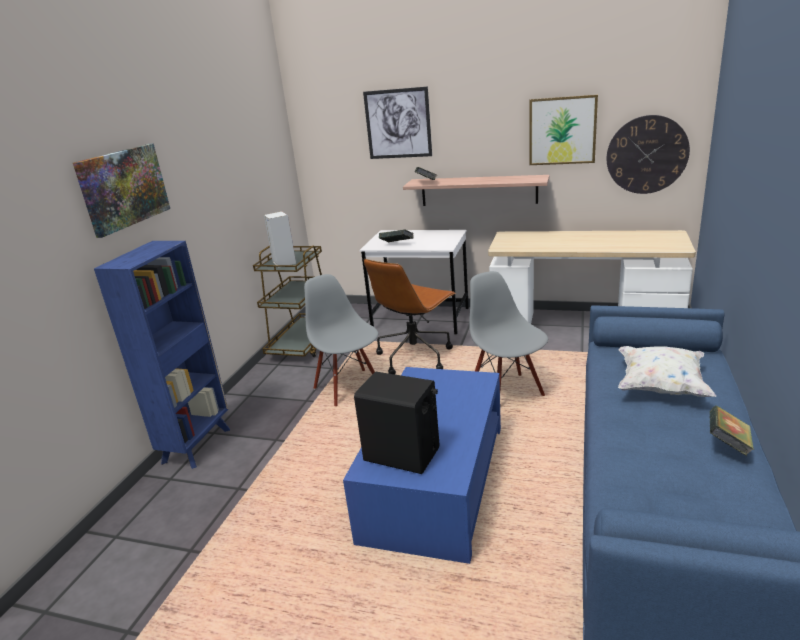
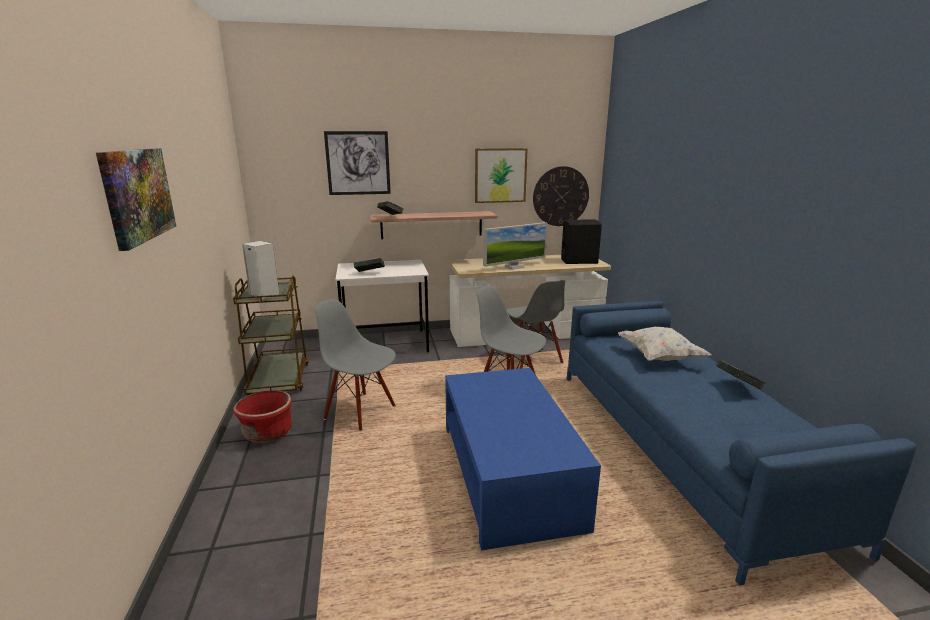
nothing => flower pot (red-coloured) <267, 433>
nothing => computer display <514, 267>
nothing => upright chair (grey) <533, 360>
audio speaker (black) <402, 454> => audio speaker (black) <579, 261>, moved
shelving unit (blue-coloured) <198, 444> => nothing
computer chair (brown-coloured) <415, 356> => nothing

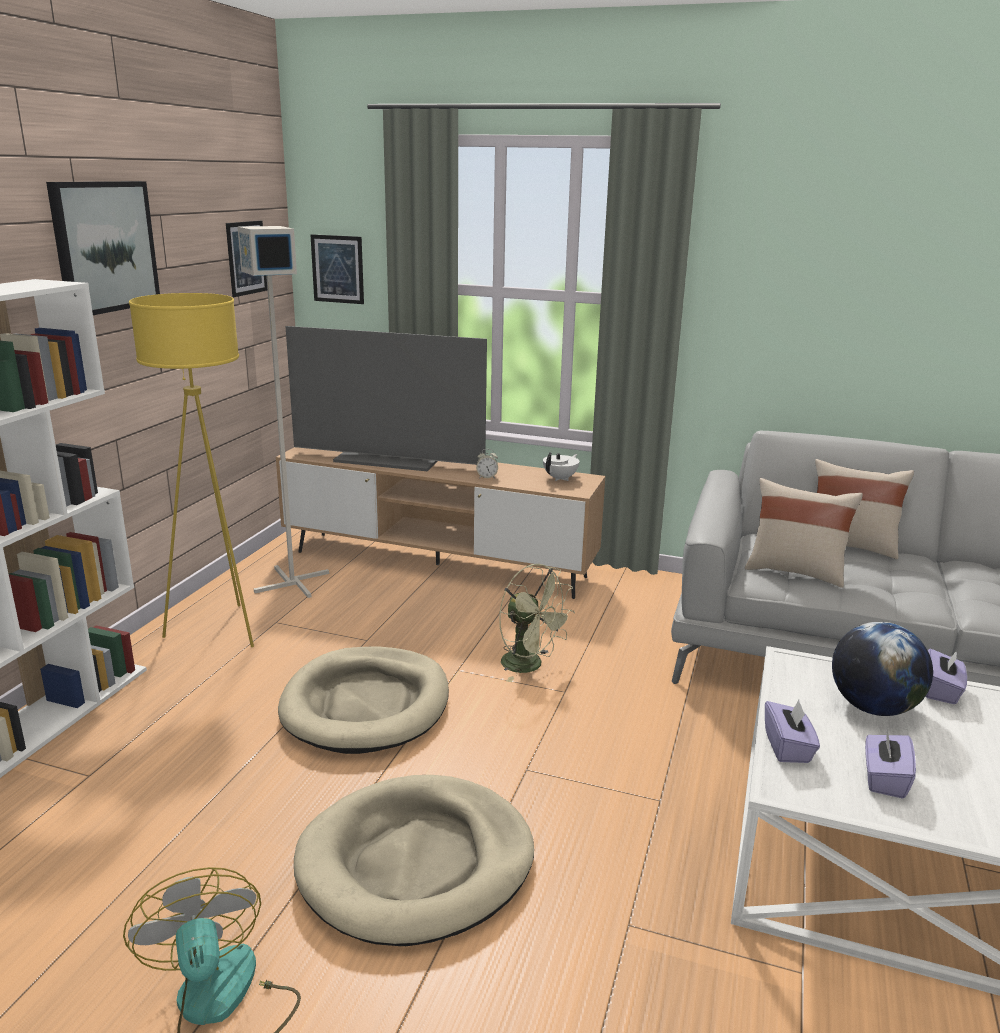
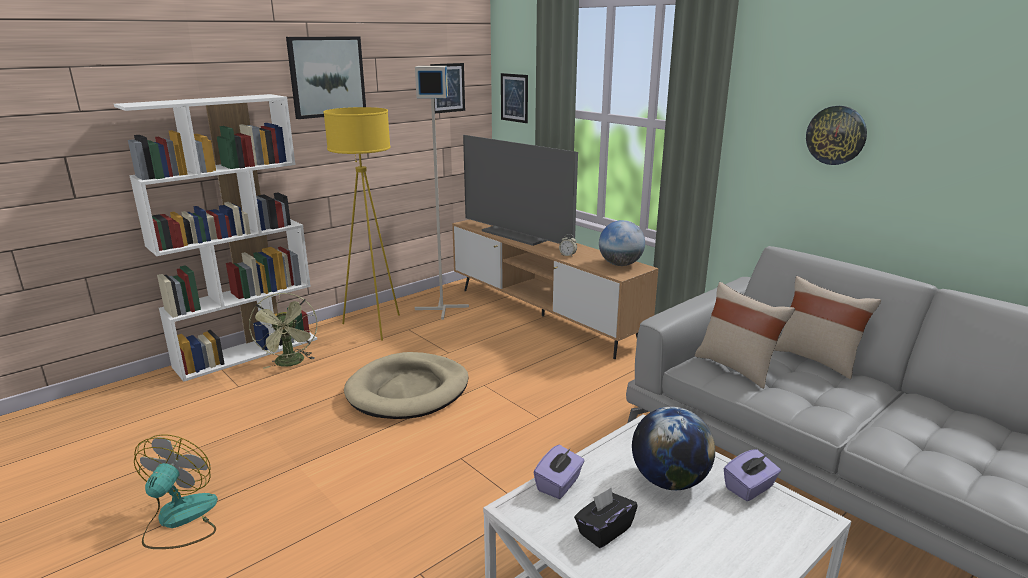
electric fan (greenish) <530, 666> => electric fan (greenish) <291, 363>, moved
tissue holder (purple-coloured) <884, 779> => tissue holder (black) <604, 531>
teapot (white) <561, 478> => globe <620, 264>
nothing => hanging clock <836, 135>
pet bed (beige) <416, 863> => nothing

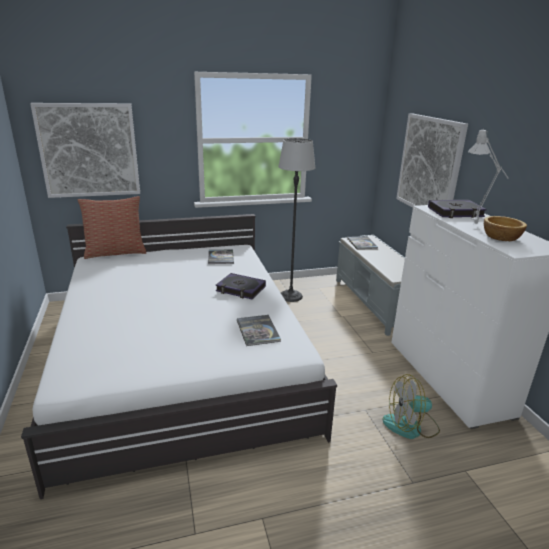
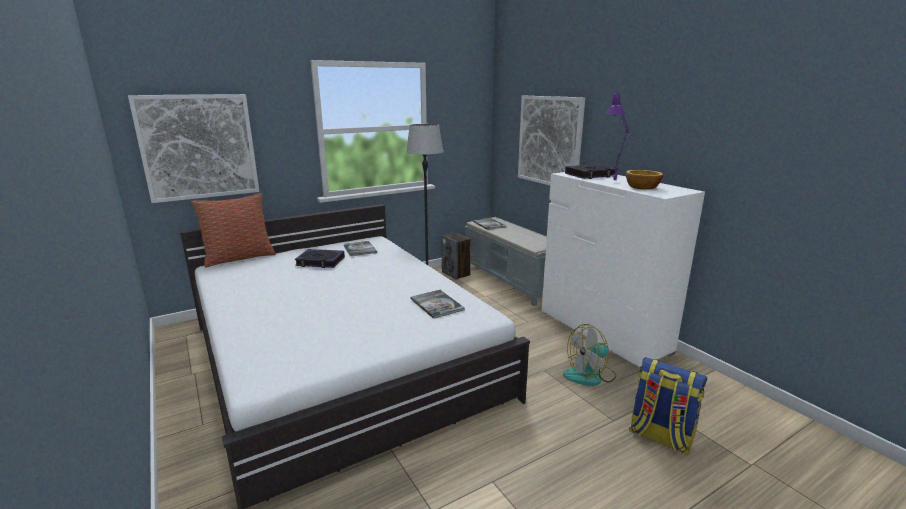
volume <240, 289> => volume <320, 262>, moved
nothing => audio speaker <456, 274>
lamp for a table (grey) <478, 224> => lamp for a table (purple-coloured) <616, 180>
nothing => backpack <660, 437>

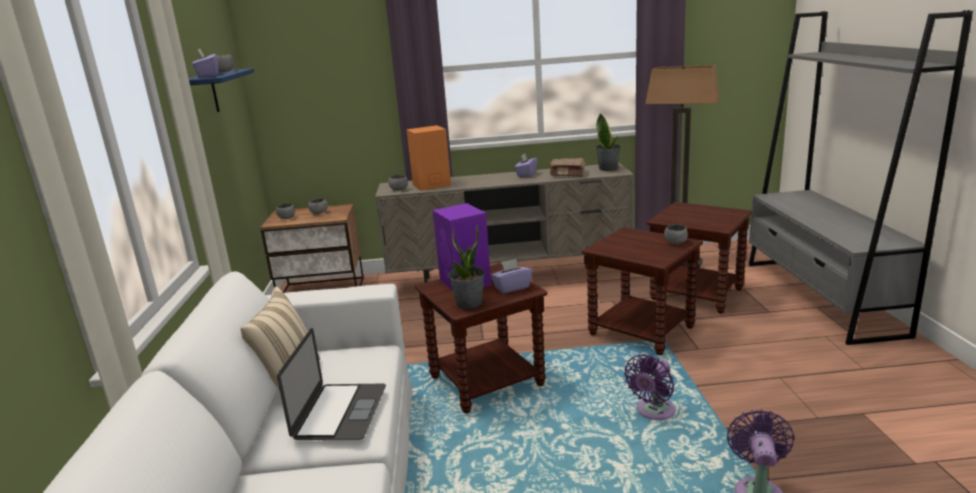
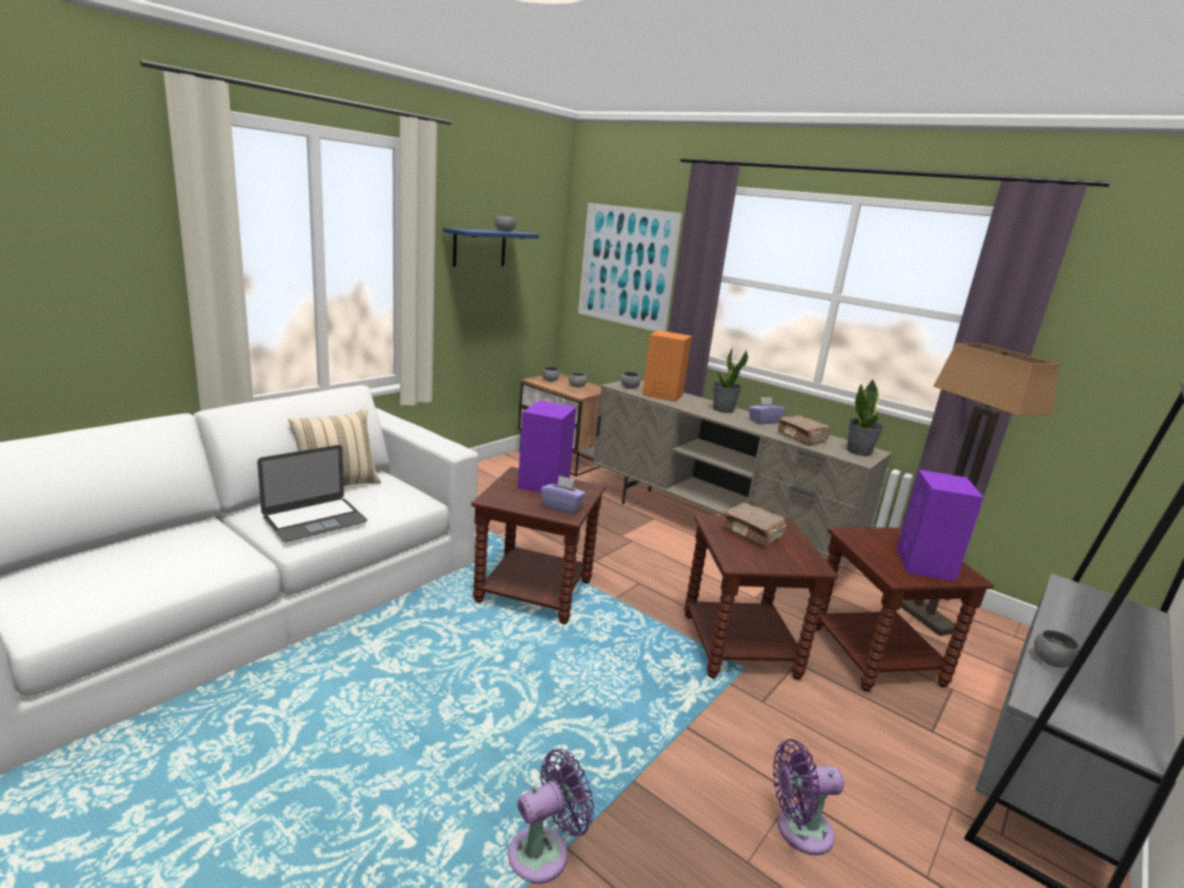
nothing => wall picture <626, 267>
plant in a pot <469, 303> => plant in a pot <723, 410>, moved
nothing => volume (brown-coloured) <752, 534>
electric fan (purple-coloured) <653, 412> => electric fan (purple-coloured) <798, 829>, moved
nothing => audio speaker (purple-coloured) <925, 565>
deep dish (grey) <675, 243> => deep dish (grey) <1050, 661>, moved
tissue holder (purple-coloured) <208, 76> => nothing

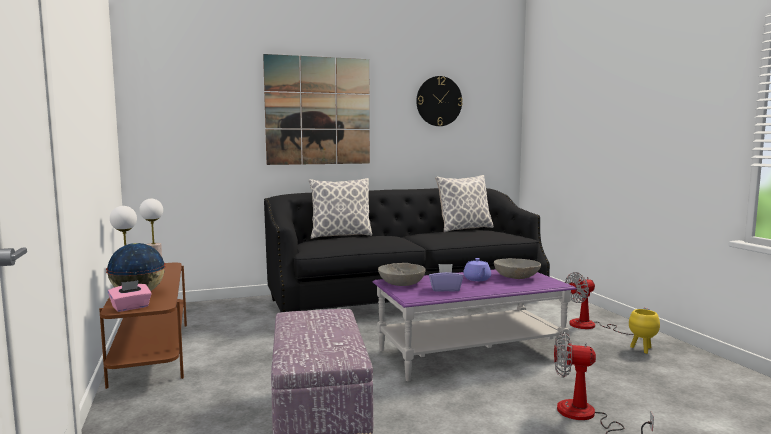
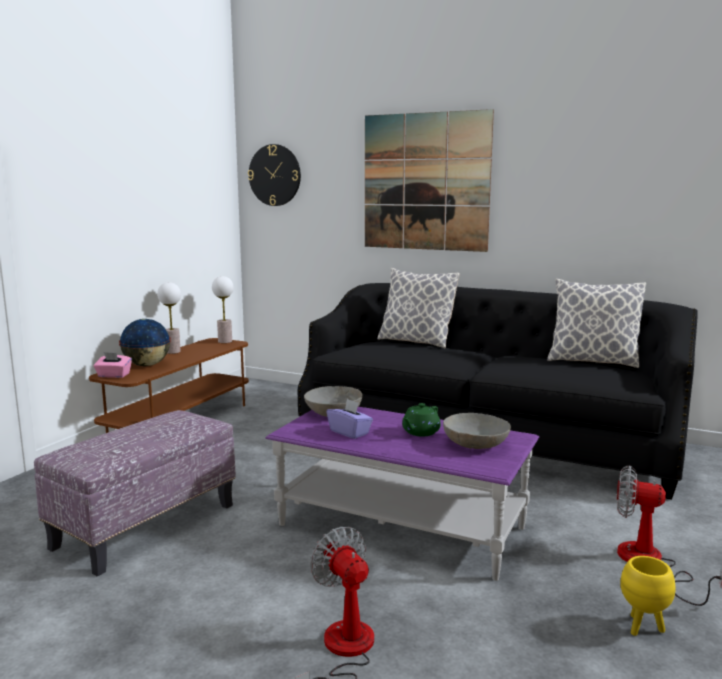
hanging clock <439, 101> => hanging clock <274, 175>, moved
teapot (purple-coloured) <477, 279> => teapot (greenish) <420, 432>

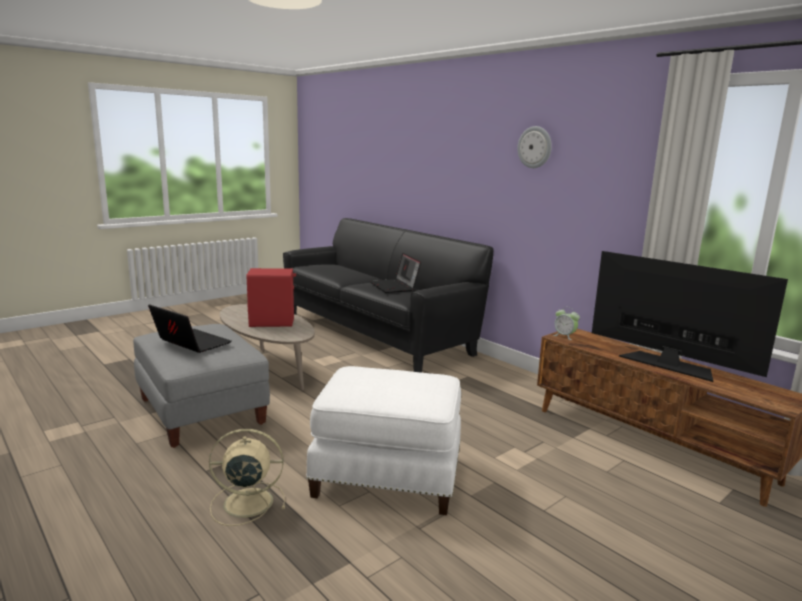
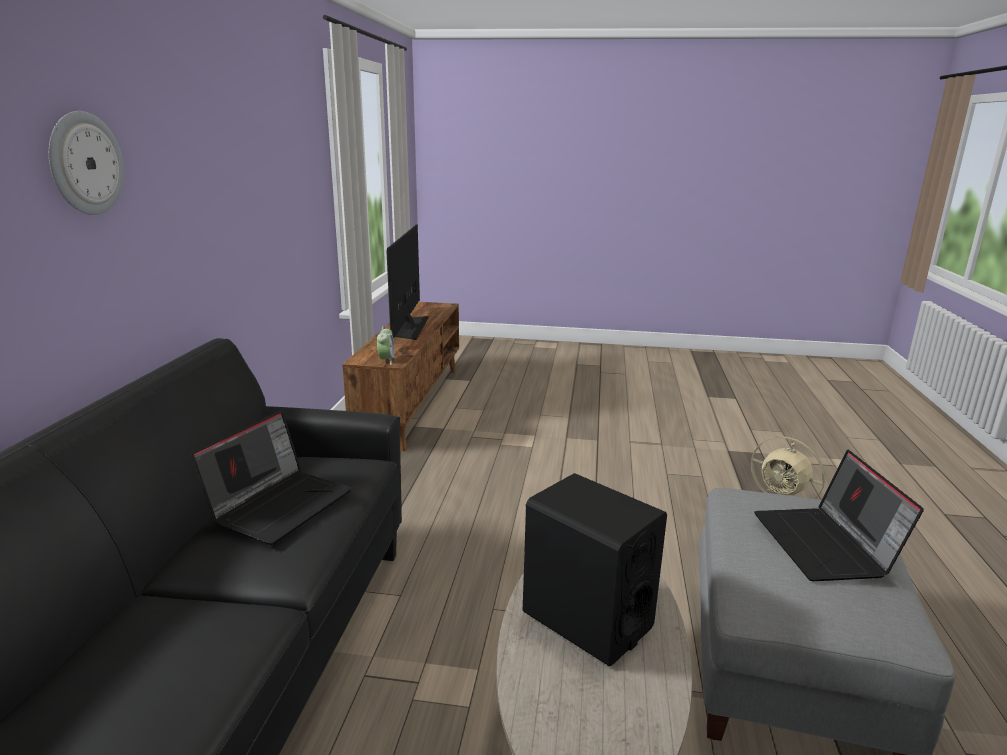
hanging clock <535, 147> => hanging clock <85, 163>, moved
audio speaker (red-coloured) <272, 322> => audio speaker (black) <586, 619>
pouffe (white) <388, 475> => nothing

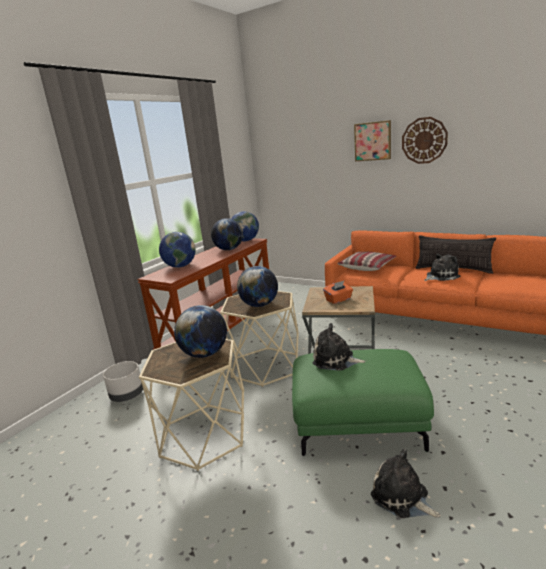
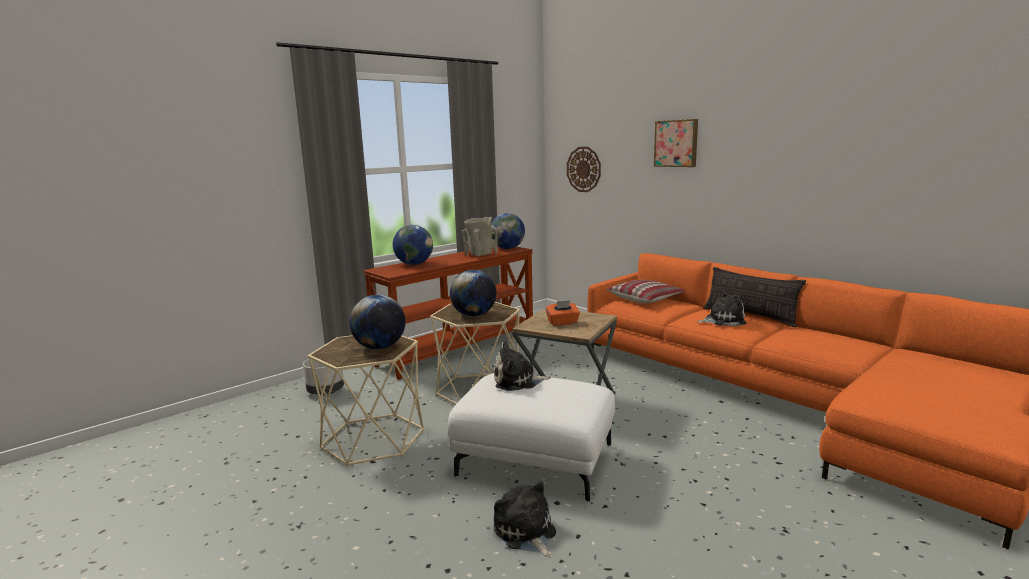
pouffe (greenish) <357, 424> => pouffe (white) <534, 461>
globe <229, 249> => flower vase (beige) <480, 255>
cuddly toy <336, 360> => cuddly toy <517, 381>, 45 degrees counterclockwise
hanging clock <424, 140> => hanging clock <583, 169>, moved

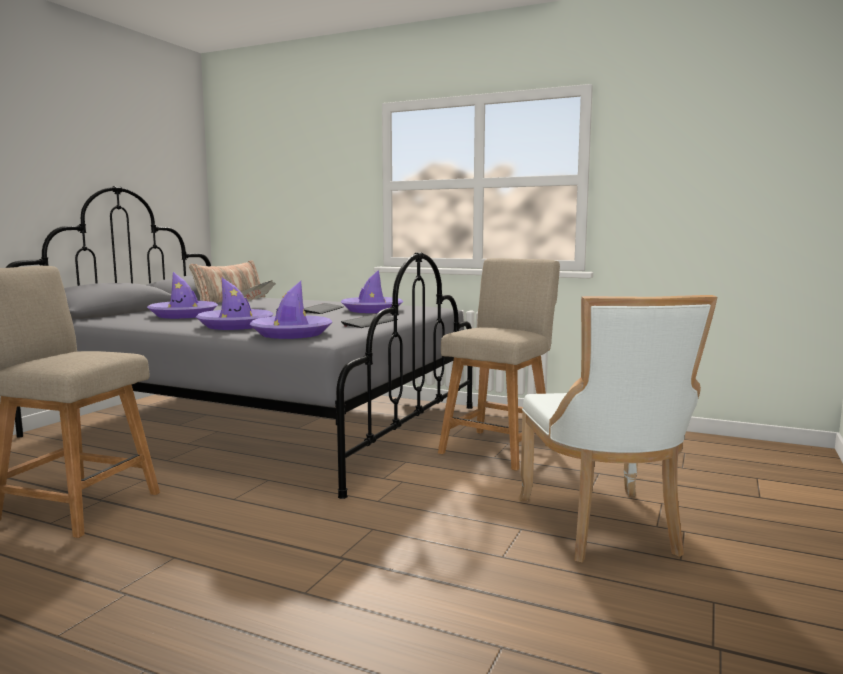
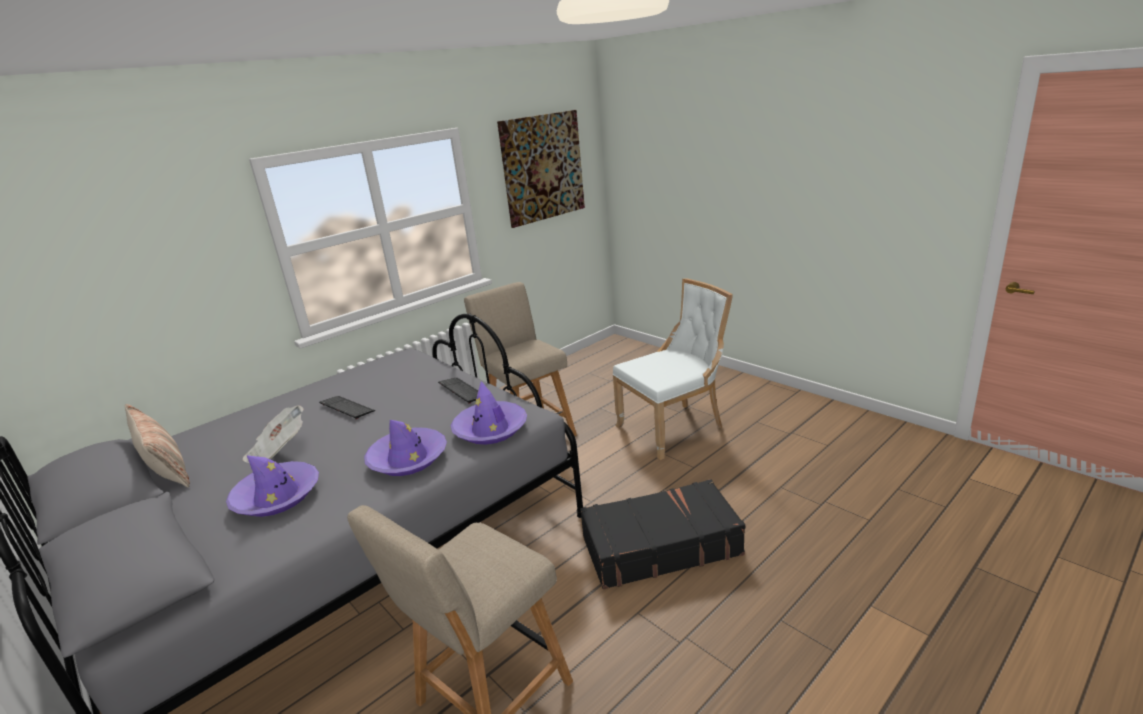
nothing => wall picture <542, 167>
nothing => suitcase (black) <660, 545>
upright chair (white) <603, 528> => upright chair (white) <674, 427>, 45 degrees counterclockwise
wearable hat (purple-coloured) <372, 310> => nothing

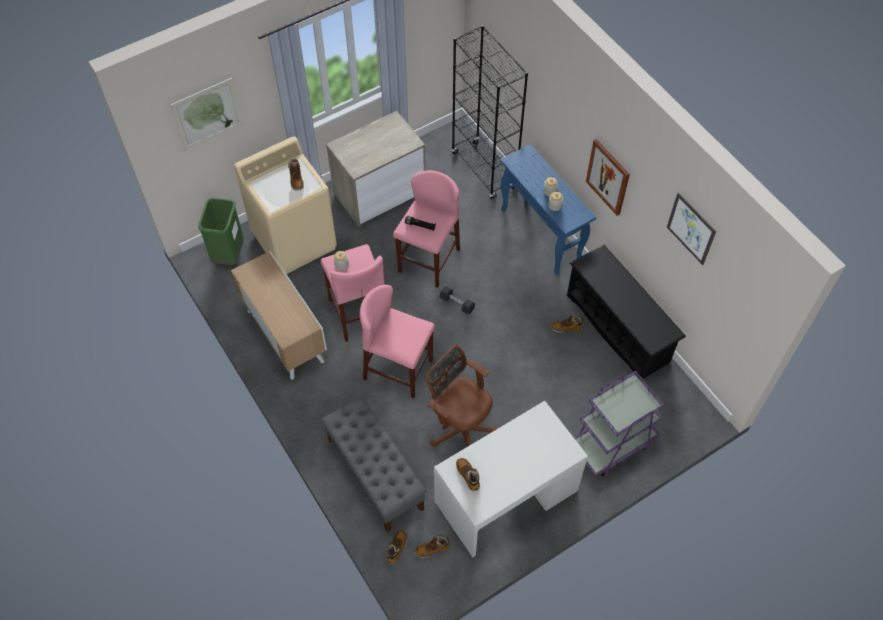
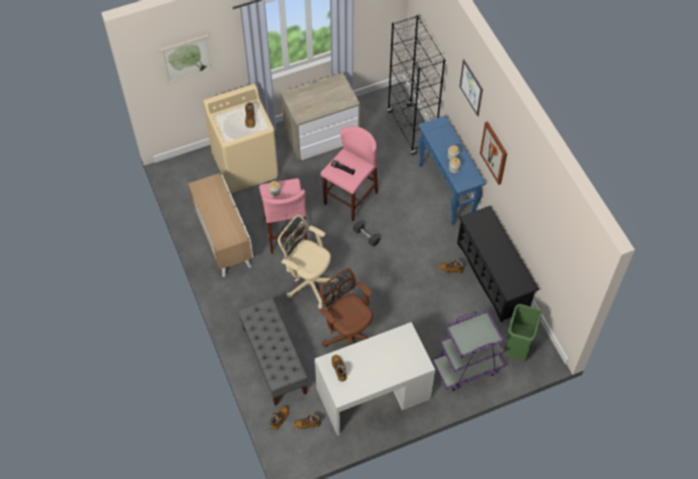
stool seat (pinkish) <398, 370> => computer chair (beige) <308, 282>
wall picture <691, 228> => wall picture <471, 87>, moved
trash can (greenish) <229, 254> => trash can (greenish) <517, 349>, moved

